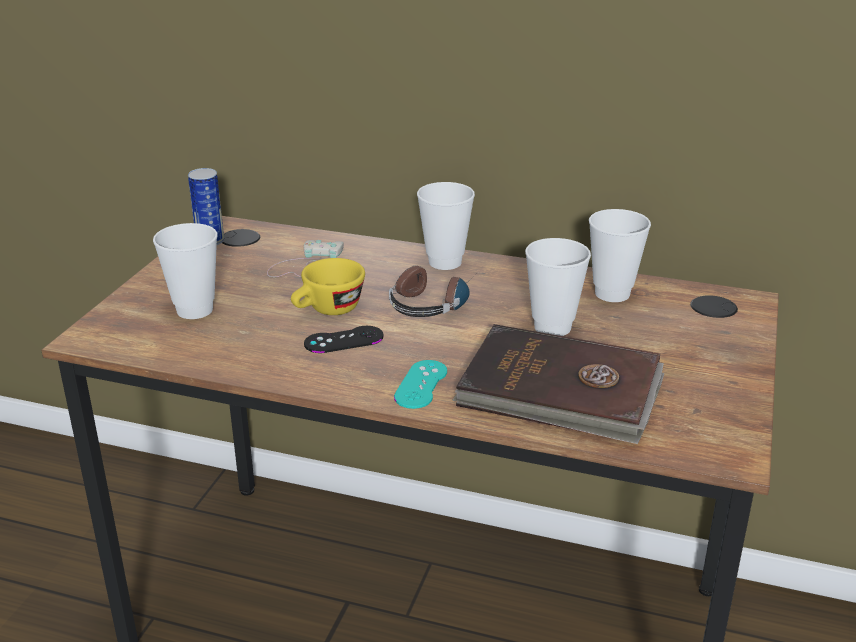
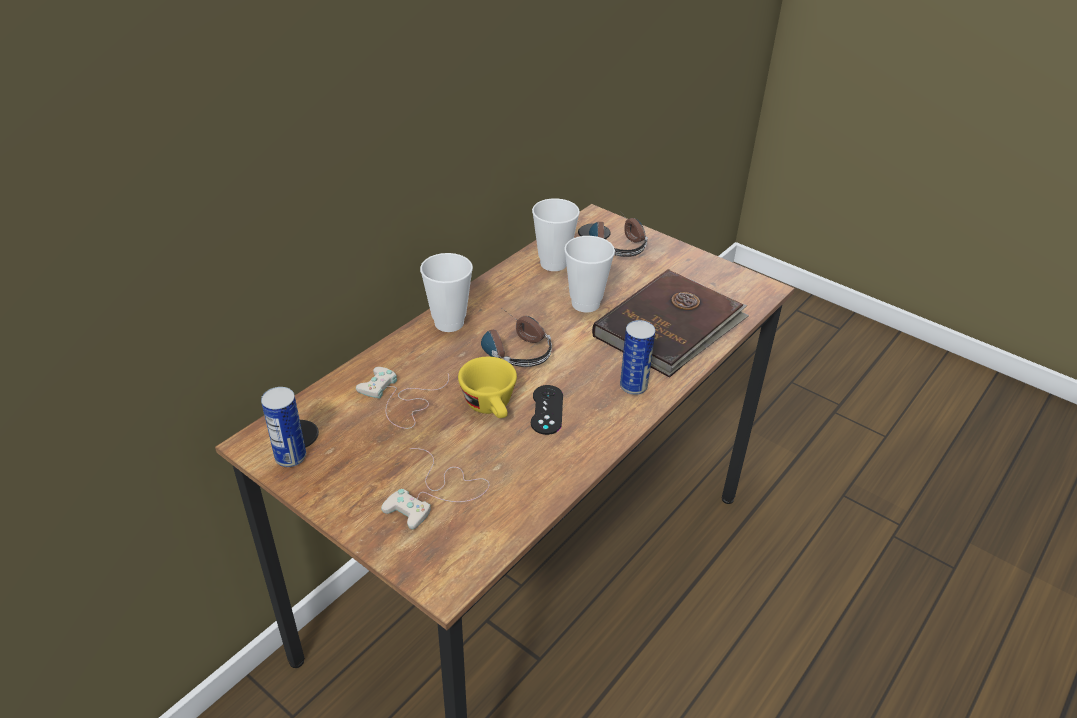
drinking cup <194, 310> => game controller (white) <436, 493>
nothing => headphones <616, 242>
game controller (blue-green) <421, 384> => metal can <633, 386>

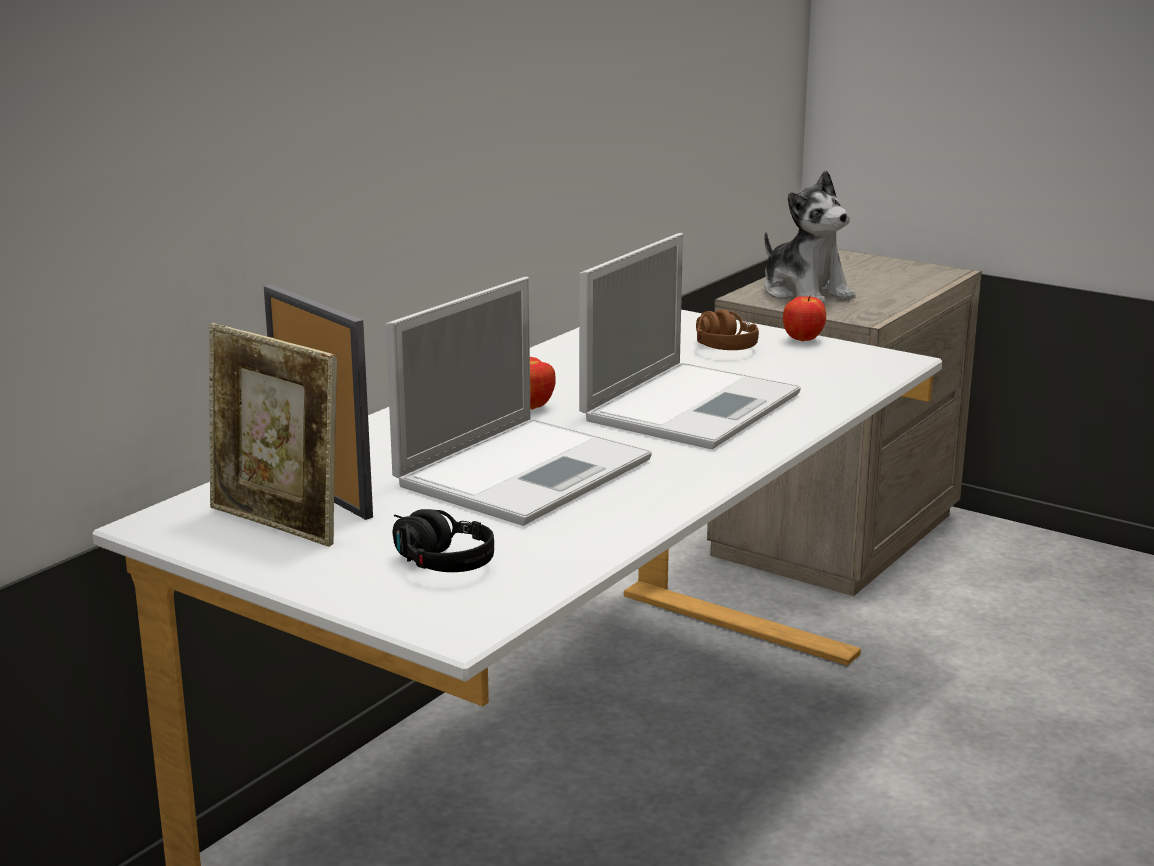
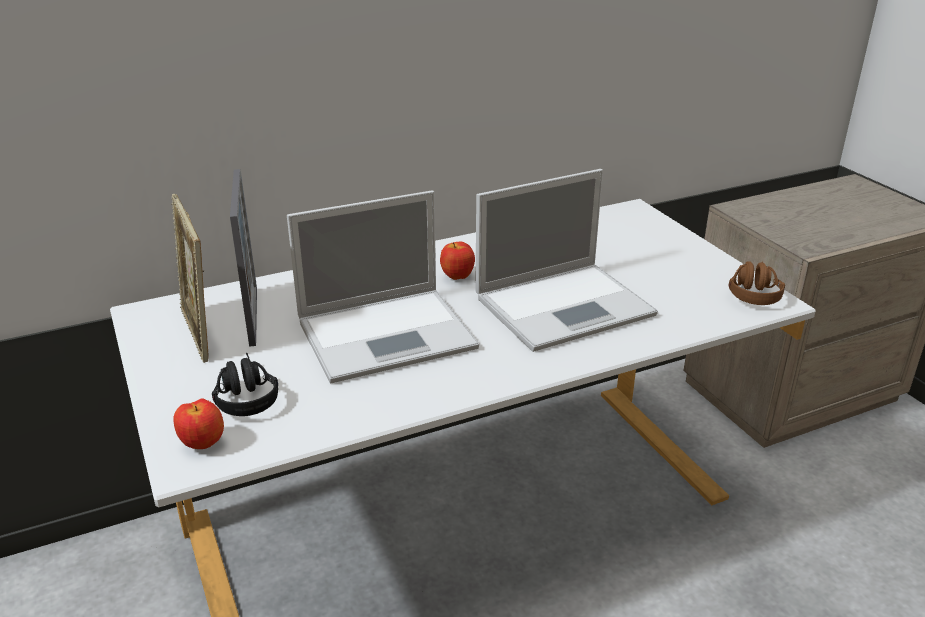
apple fruit <803, 340> => apple fruit <203, 444>, moved
headphones (brown-coloured) <719, 344> => headphones (brown-coloured) <752, 291>, moved
cuddly toy <805, 293> => nothing

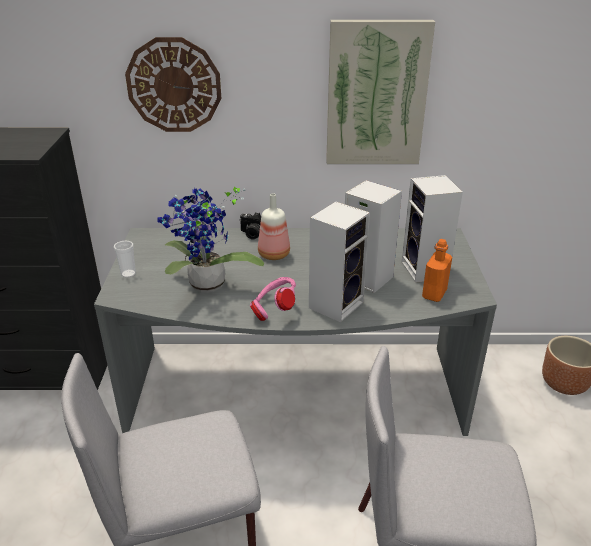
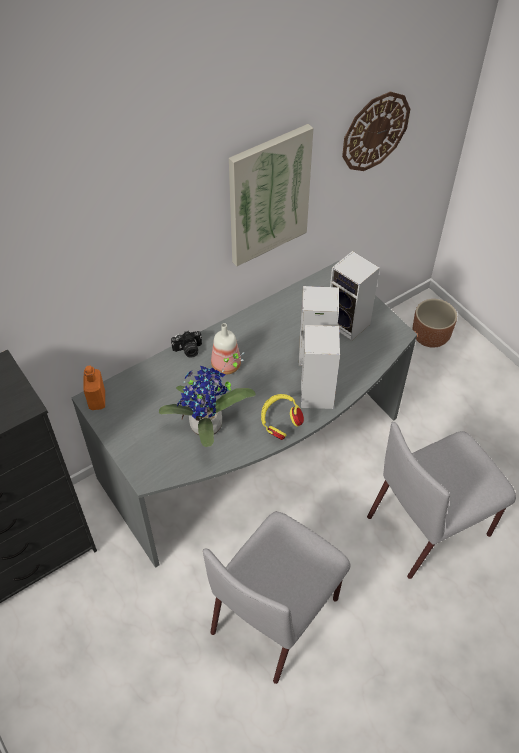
drink bottle (orange) <434, 294> => drink bottle (orange) <97, 400>, moved
headphones (pinkish) <274, 311> => headphones (yellowish) <280, 424>
hanging clock <174, 85> => hanging clock <375, 131>, moved
drinking cup <128, 274> => nothing

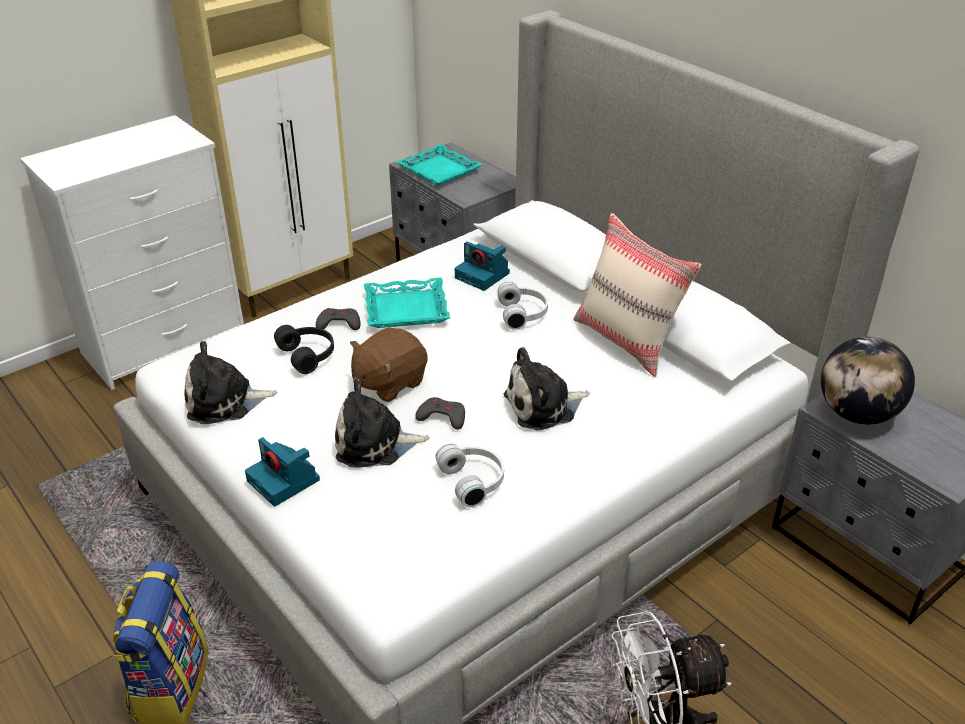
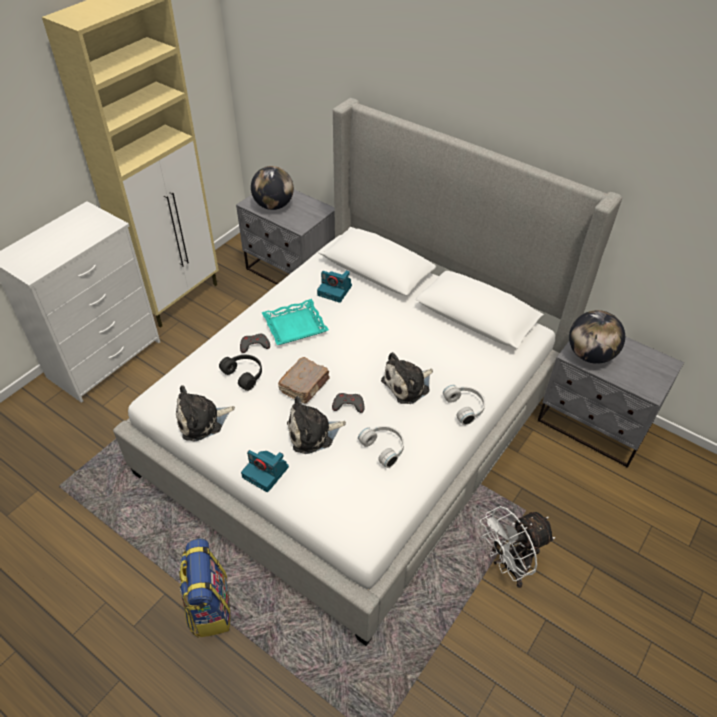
tray (blue-green) <440, 170> => globe <274, 205>
cuddly toy (brown-coloured) <389, 382> => volume (brown-coloured) <305, 386>
headphones (white) <523, 313> => headphones (white) <466, 407>, moved
throw pillow (beige) <627, 341> => nothing

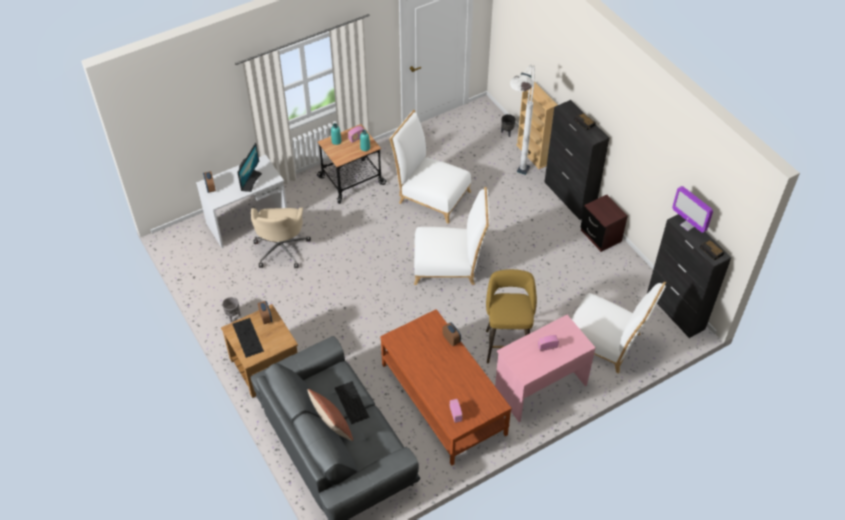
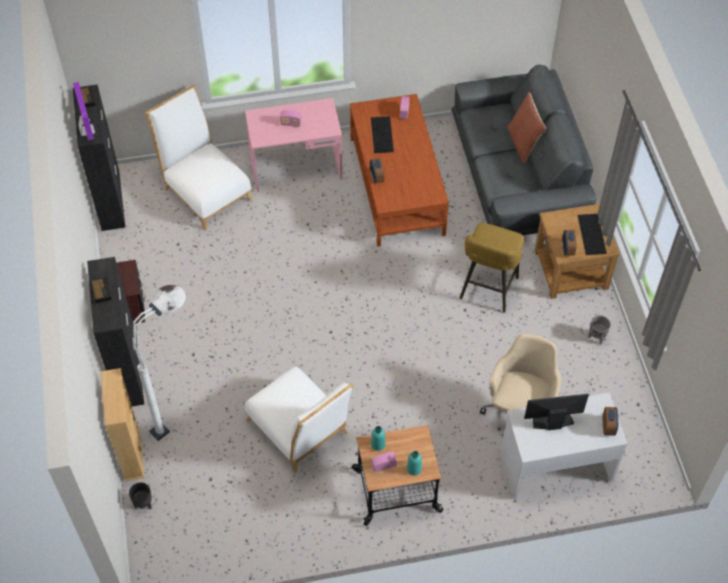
keyboard <351, 402> => keyboard <382, 135>, moved
stool seat (yellowish) <507, 344> => stool seat (yellowish) <487, 291>, moved
computer display <250, 181> => computer display <552, 422>, 45 degrees clockwise
upright chair (white) <449, 264> => nothing

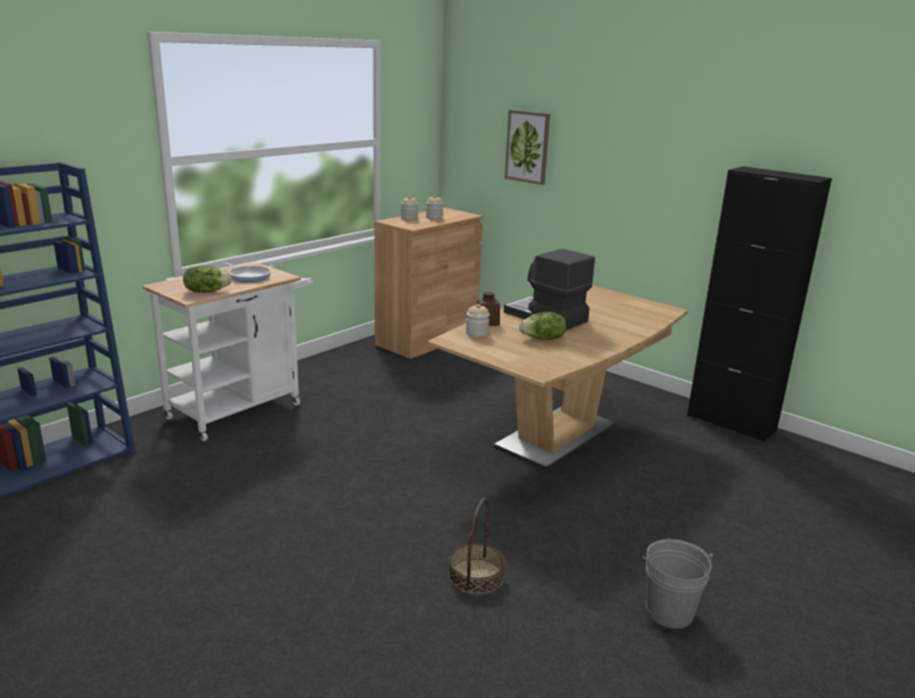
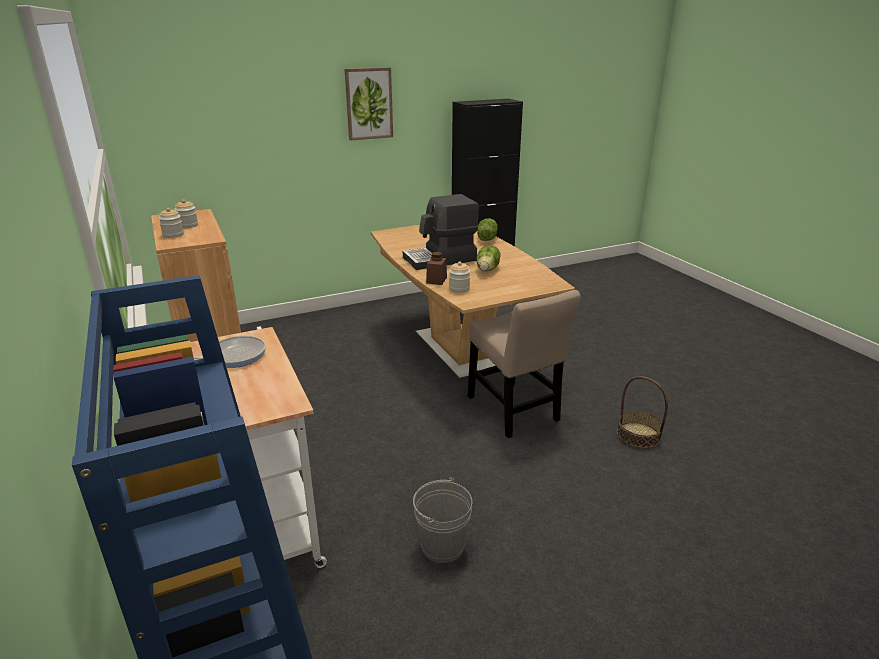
wall picture <527, 147> => wall picture <369, 104>, moved
bucket (grey) <669, 612> => bucket (grey) <442, 545>, moved
nothing => upright chair (beige) <514, 411>
head of lettuce <206, 291> => head of lettuce <486, 239>, moved

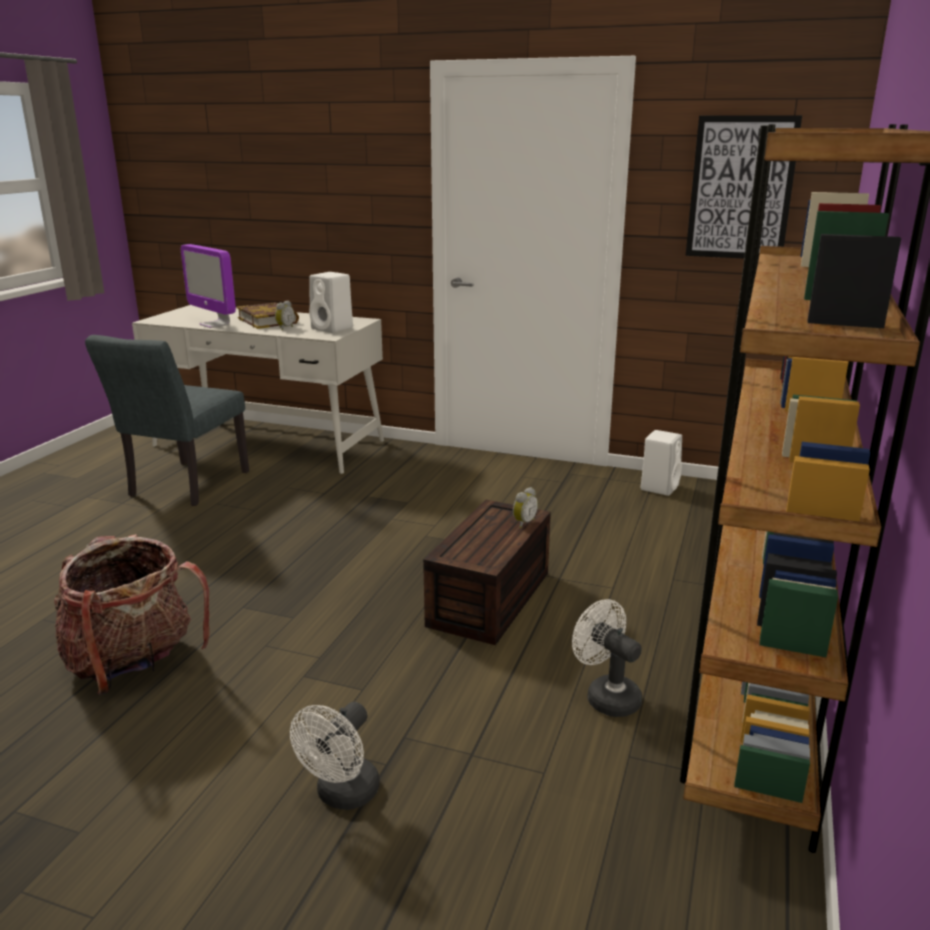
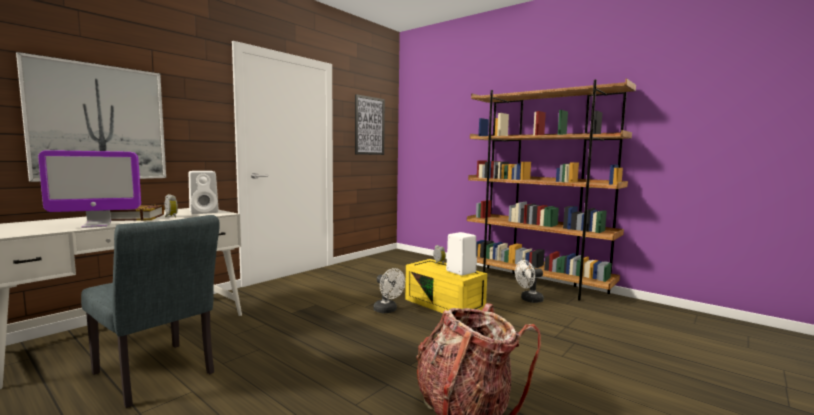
nothing => wall picture <99, 123>
electric fan (white) <342, 796> => electric fan (white) <388, 310>, moved
storage box (brown-coloured) <491, 600> => storage box (yellowish) <445, 304>
audio speaker (white) <659, 487> => audio speaker (white) <460, 271>, moved

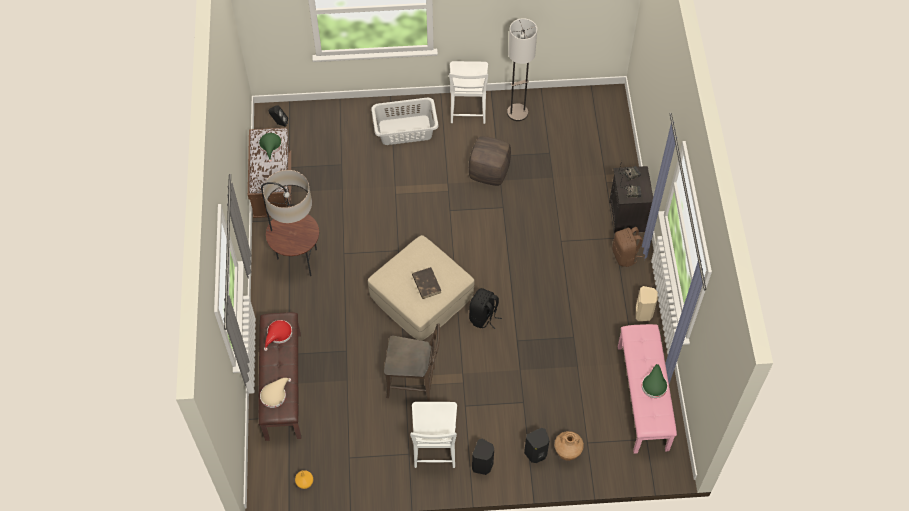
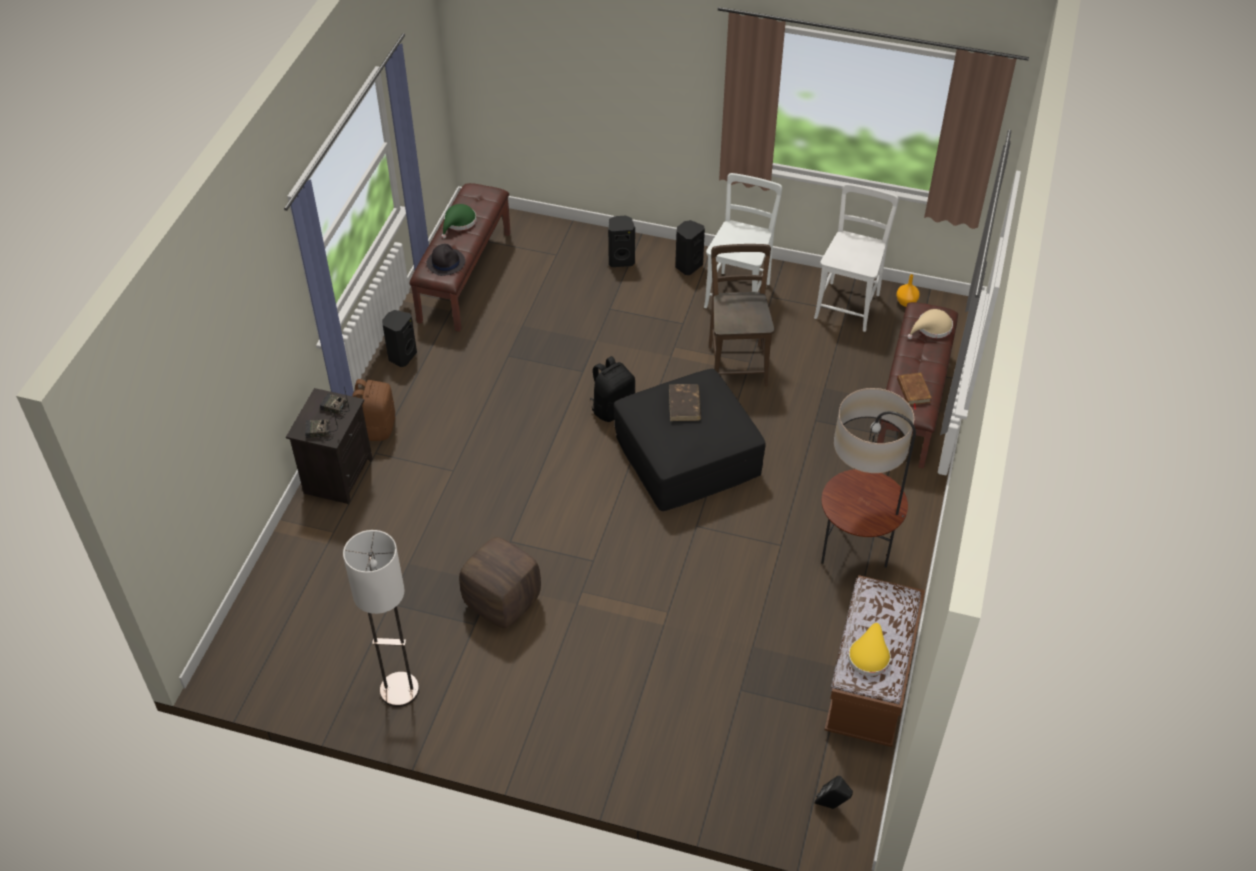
audio speaker (beige) <644, 313> => audio speaker (black) <401, 356>
long seat (pinkish) <643, 397> => long seat (brown-coloured) <464, 276>
nothing => wearable hat (black) <446, 262>
pouffe (beige) <421, 297> => pouffe (black) <688, 455>
upright chair (brown-coloured) <414, 382> => upright chair (brown-coloured) <737, 362>, 60 degrees clockwise
upright chair (white) <468, 110> => upright chair (white) <848, 303>, moved
wearable hat (greenish) <270, 146> => wearable hat (yellowish) <869, 655>
wearable hat (red-coloured) <278, 335> => volume (brown-coloured) <913, 391>
laundry basket (grey) <405, 130> => nothing
flower vase (brown-coloured) <567, 452> => nothing

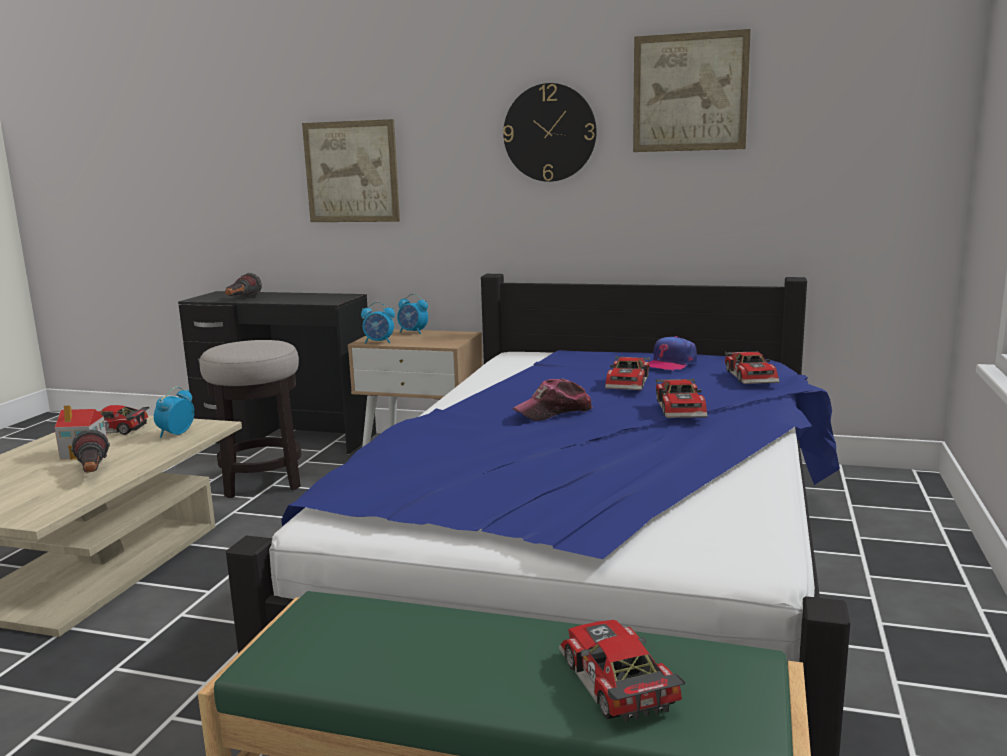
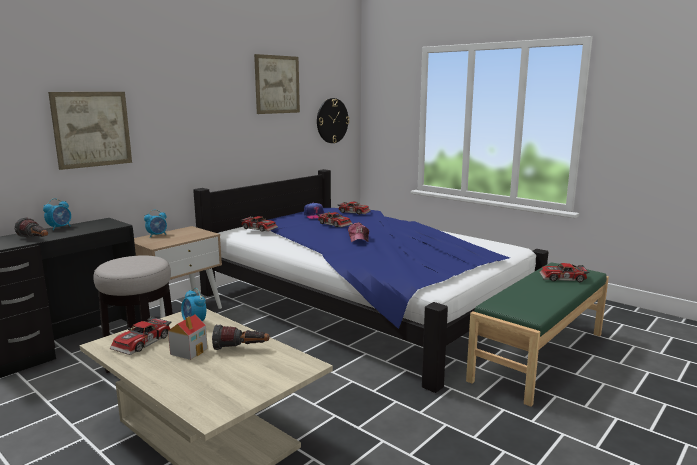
table clock <379, 342> => table clock <60, 227>, moved
model car <682, 408> => model car <259, 228>, moved
hanging clock <549, 133> => hanging clock <332, 120>, moved

